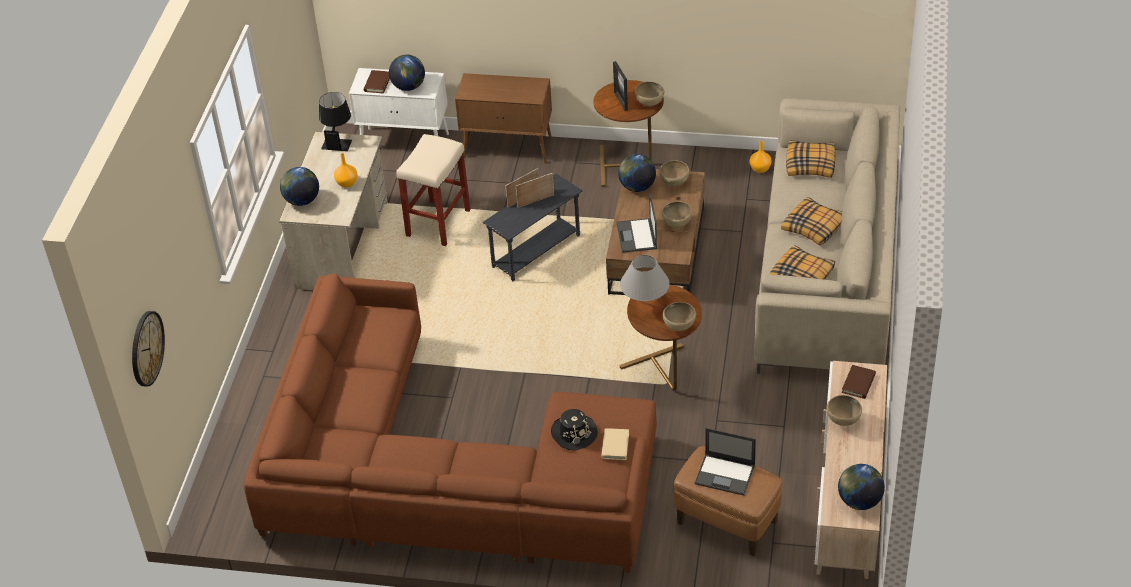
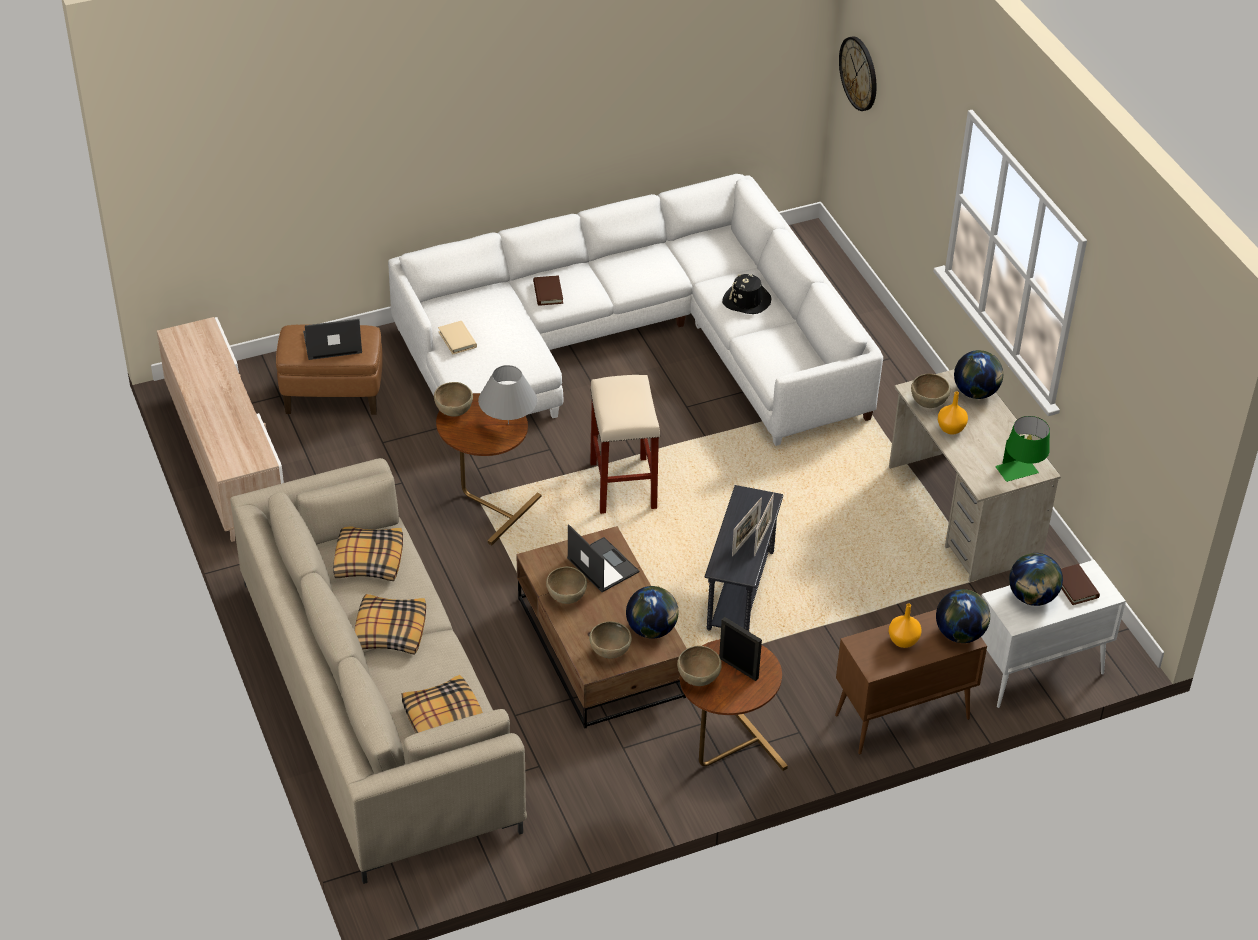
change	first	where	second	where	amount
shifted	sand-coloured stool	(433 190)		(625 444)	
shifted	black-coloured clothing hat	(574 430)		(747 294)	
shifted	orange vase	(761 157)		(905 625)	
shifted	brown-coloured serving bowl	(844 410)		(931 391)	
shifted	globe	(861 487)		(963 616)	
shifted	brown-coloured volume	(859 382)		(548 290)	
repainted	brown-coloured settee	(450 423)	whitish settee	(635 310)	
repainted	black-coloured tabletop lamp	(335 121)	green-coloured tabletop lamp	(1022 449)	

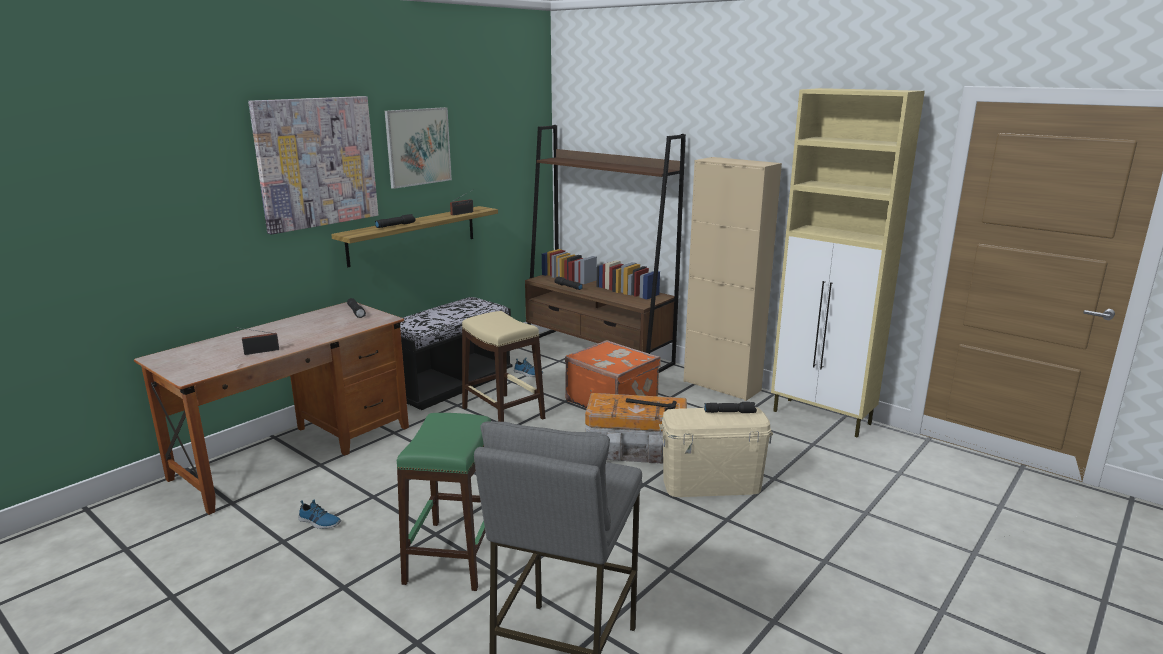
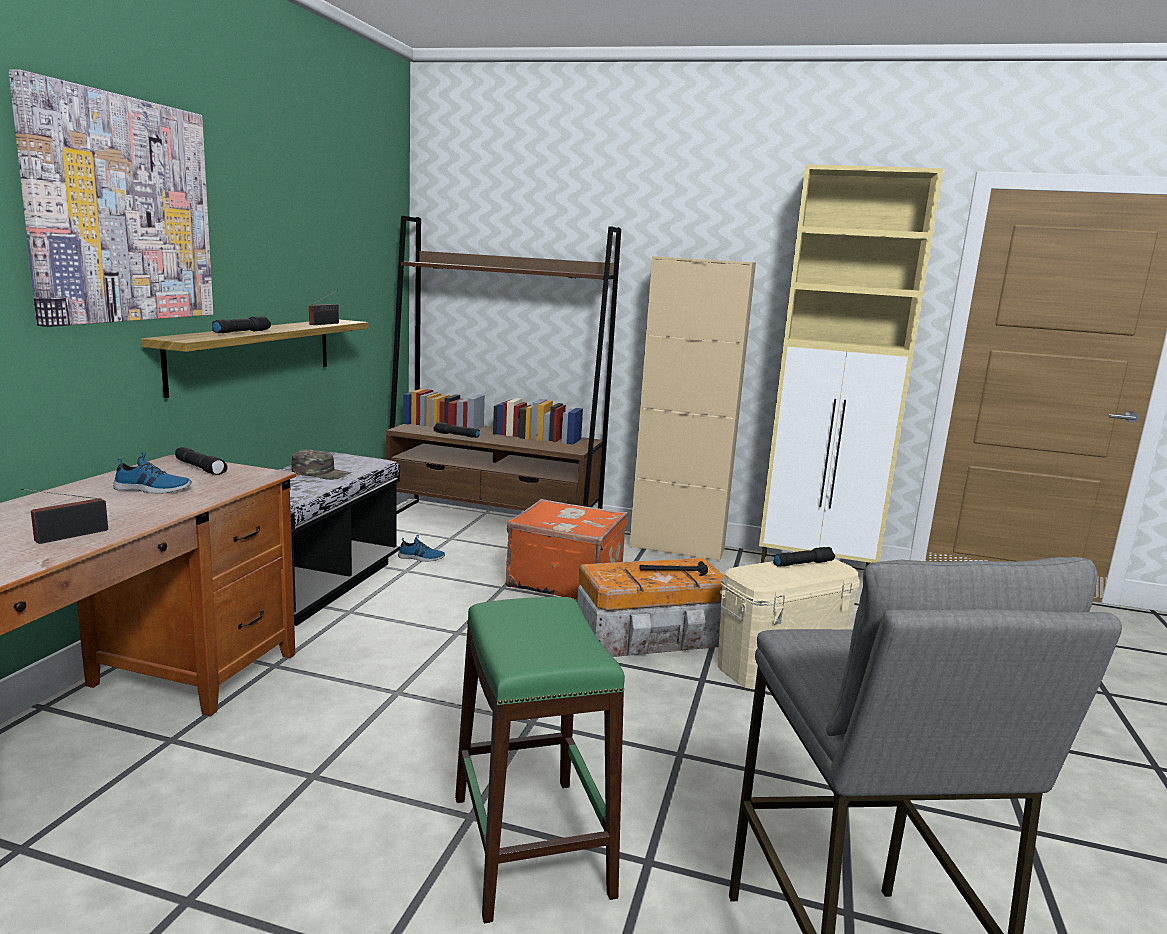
change	first	where	second	where	amount
gone	wall picture	(418 148)			
gone	sand-coloured stool	(503 366)			
new			green-coloured baseball cap	(321 464)	
shifted	shoe	(320 514)		(152 473)	

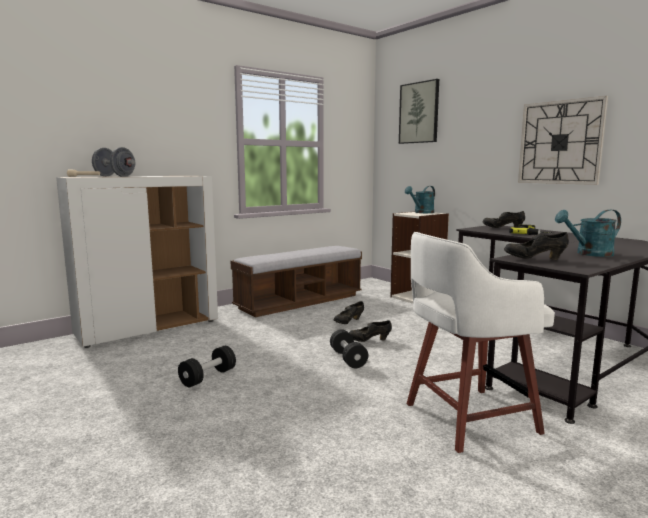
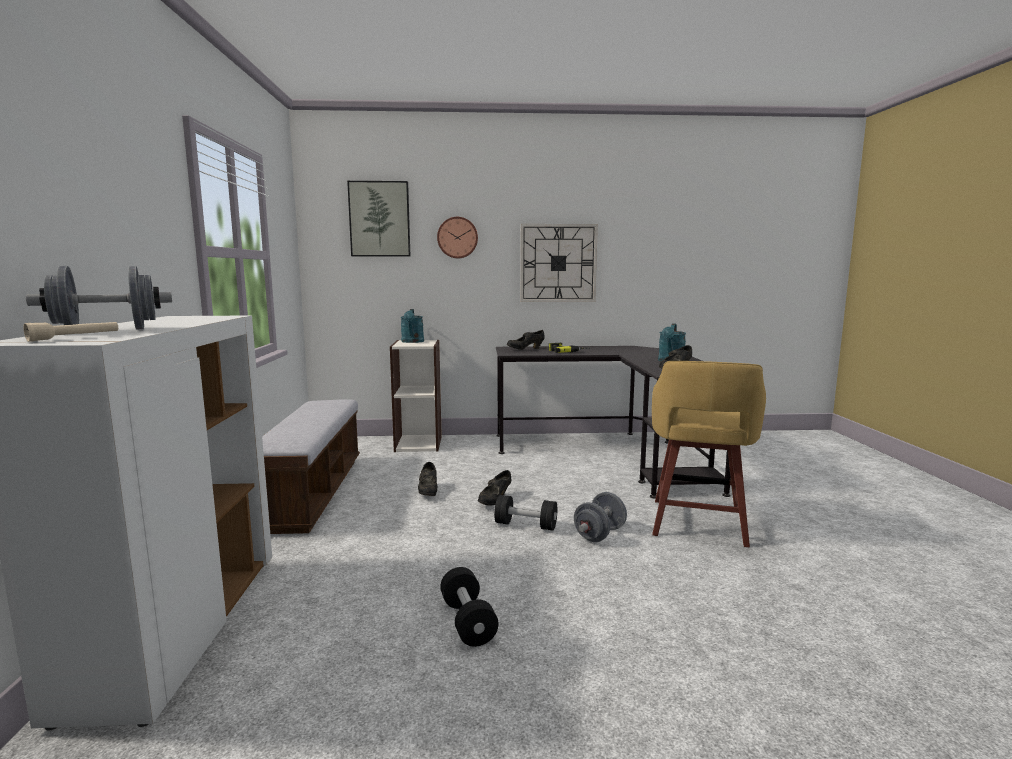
change	first	where	second	where	amount
new			hanging clock	(457 237)	
new			greyish hand weight	(600 517)	
repainted	whitish stool	(481 342)	yellow stool	(709 454)	

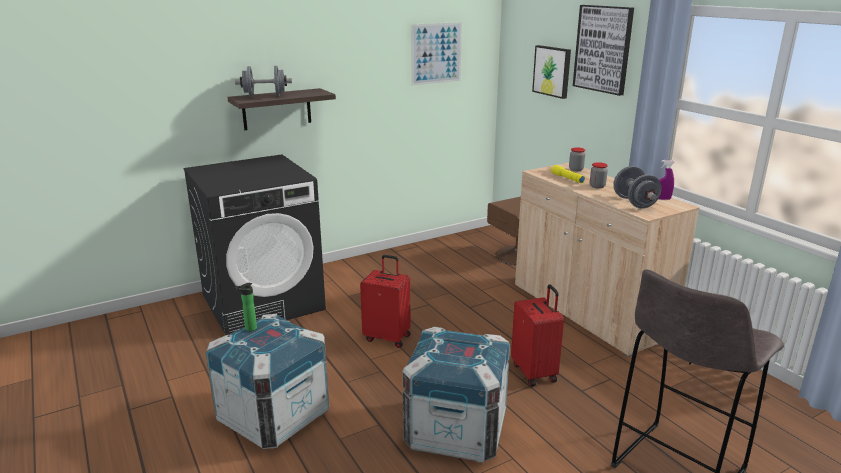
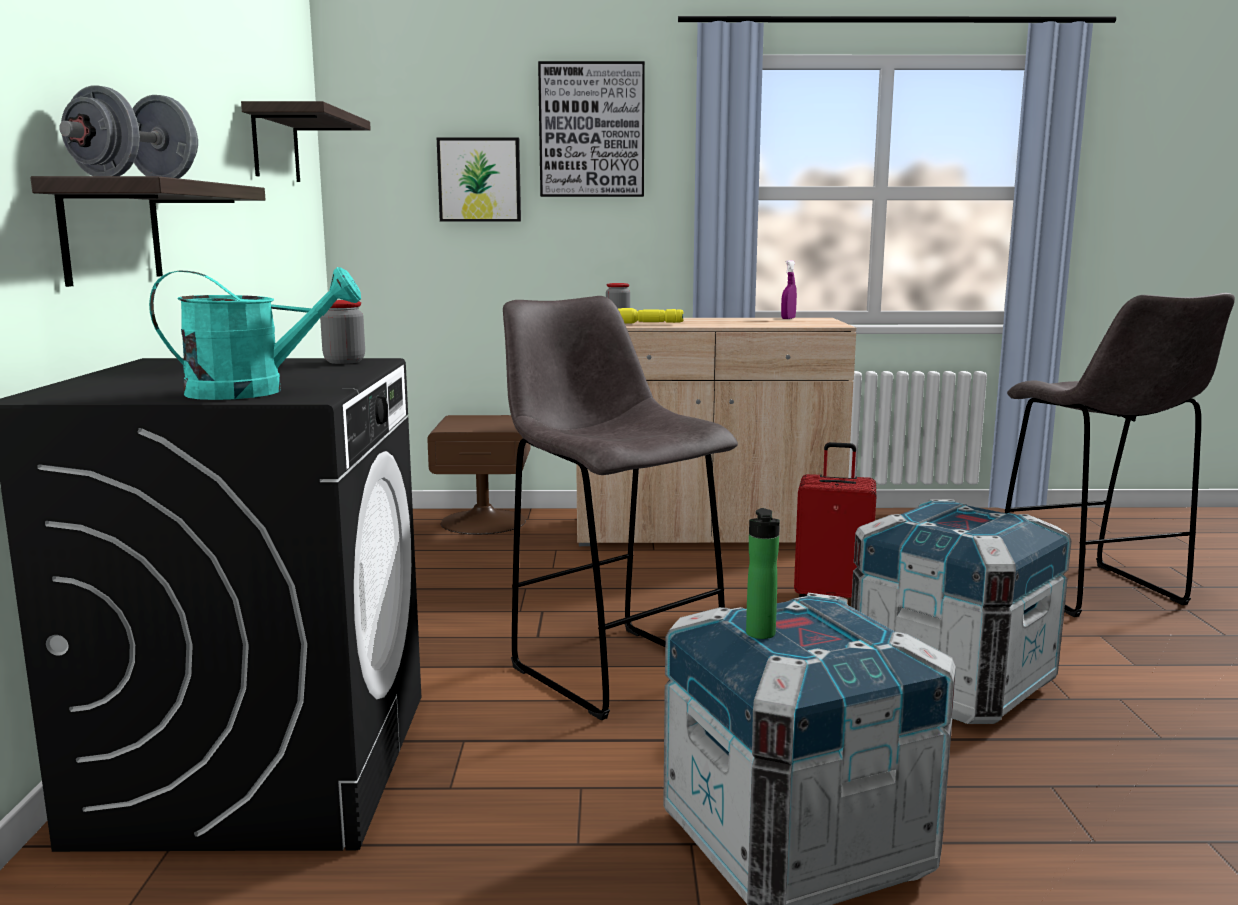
change	first	where	second	where	amount
gone	greyish hand weight	(637 187)			
new			turquoise sprinkling can	(255 333)	
shifted	storage jar	(599 175)		(342 332)	
swapped	reddish piece of luggage	(385 301)	greyish stool	(620 508)	
swapped	wall picture	(436 53)	wall shelf	(306 141)	

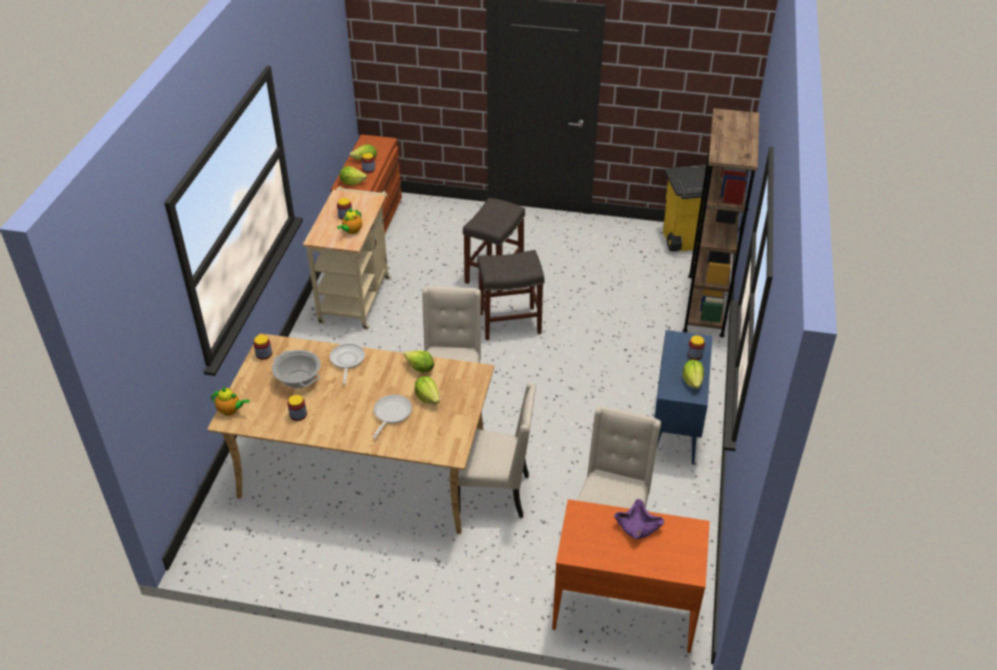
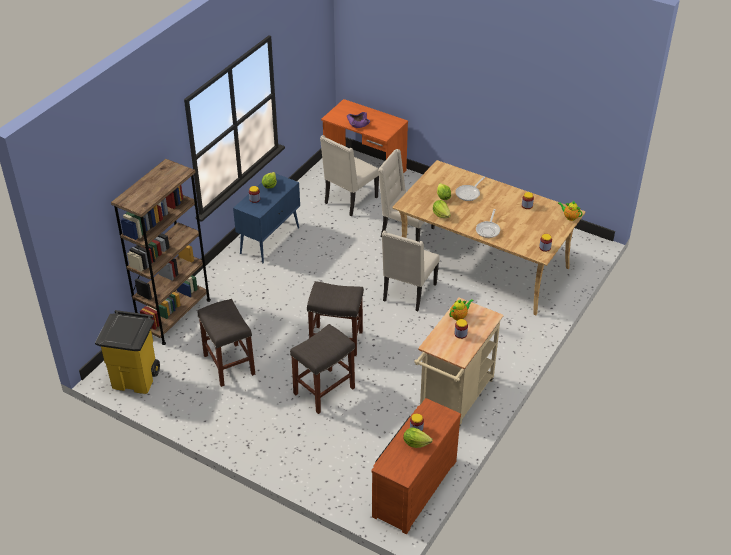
change	first	where	second	where	amount
gone	saucepot	(296 369)			
gone	head of lettuce	(353 175)			
new			greyish stool	(226 343)	

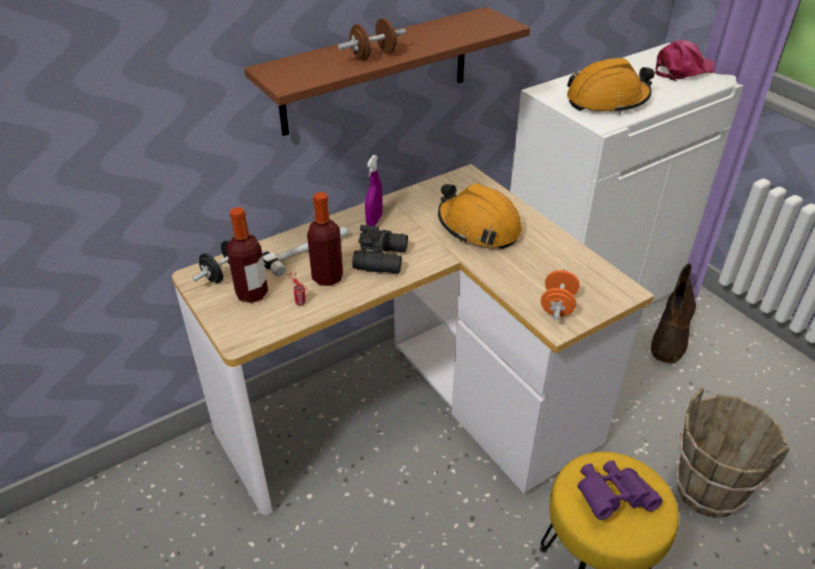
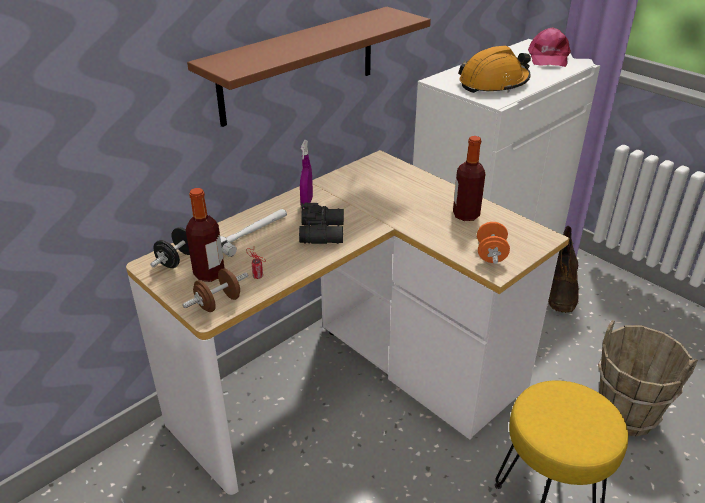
change	first	where	second	where	amount
gone	orange safety helmet	(480 216)			
gone	purple-coloured field glasses	(619 490)			
shifted	drink bottle	(325 239)		(469 178)	
shifted	brown-coloured hand weight	(372 39)		(215 290)	
rotated	pink baseball cap	(685 60)		(549 47)	135 degrees clockwise

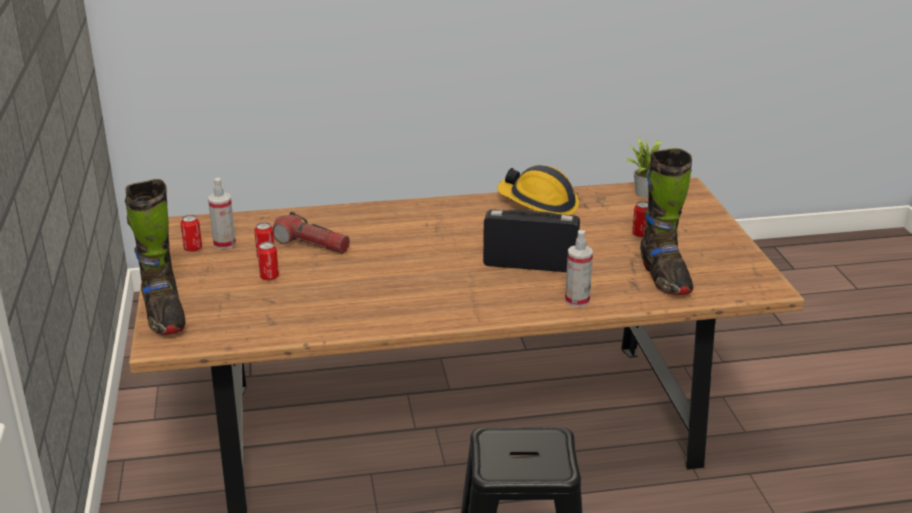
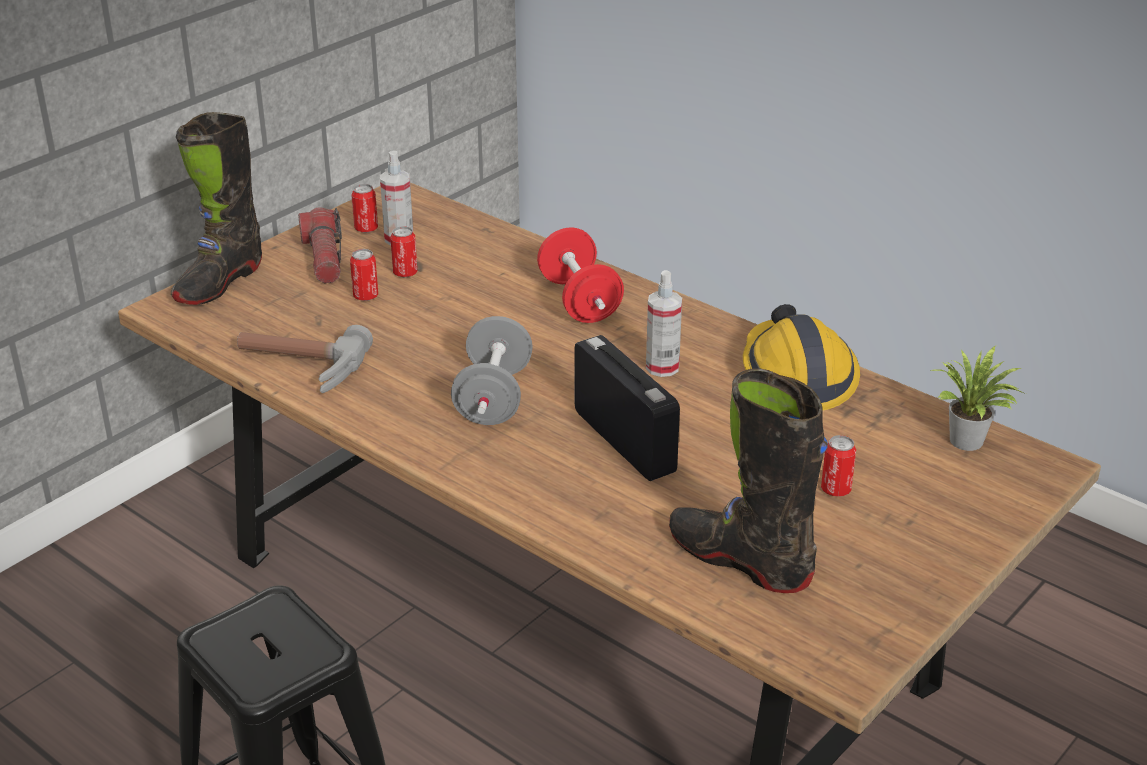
change	first	where	second	where	amount
new			hammer	(305 359)	
new			greyish hand weight	(492 370)	
new			reddish hand weight	(580 275)	
shifted	hand torch	(311 233)		(320 245)	
shifted	sprayer	(579 268)		(664 323)	
rotated	black-coloured high-top boot	(666 222)		(748 481)	90 degrees clockwise

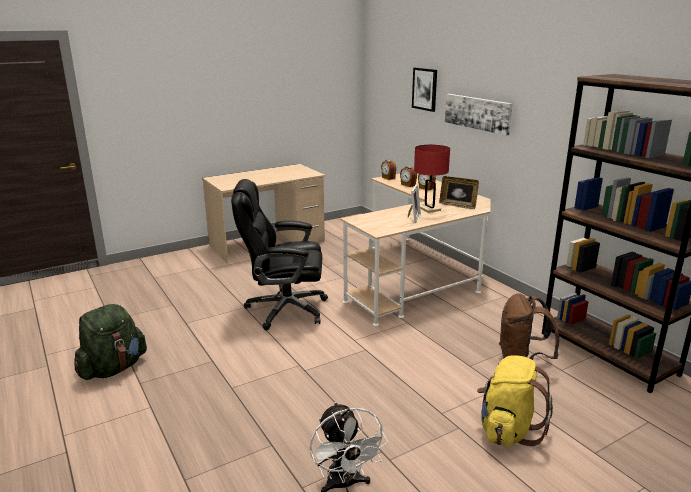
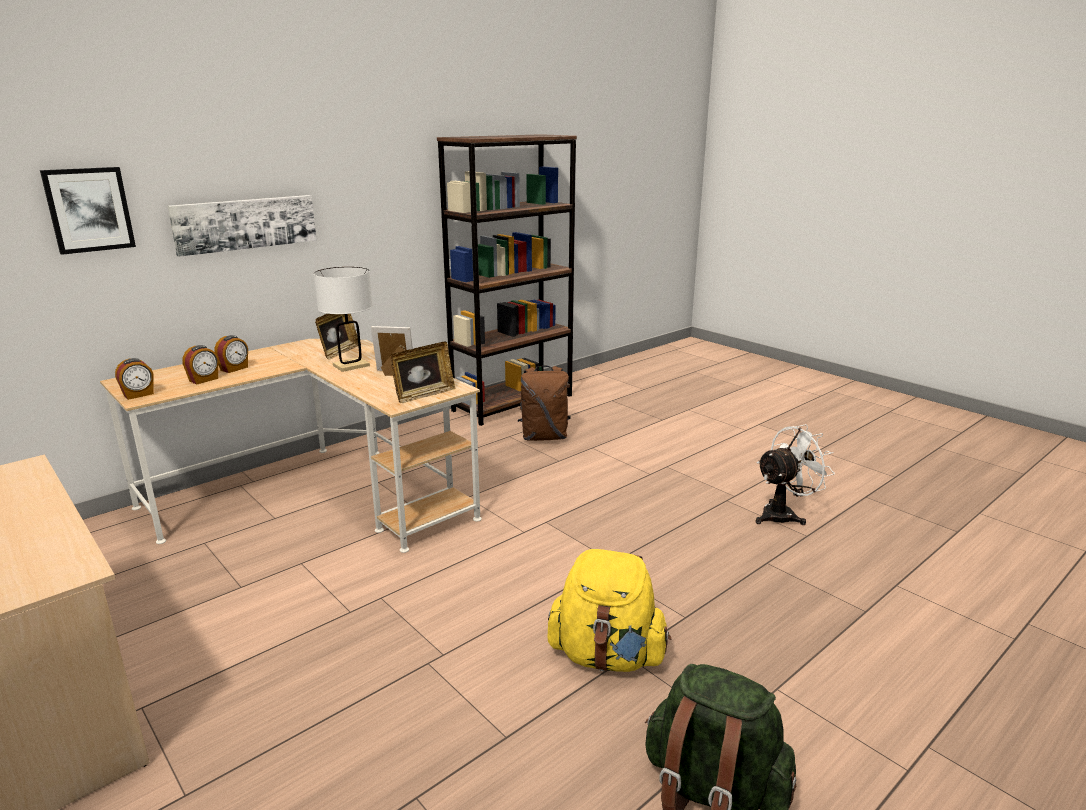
change	first	where	second	where	amount
gone	black-coloured desk chair	(279 254)			
new			standing frame	(423 372)	
shifted	yellow rucksack	(515 401)		(609 610)	
repainted	reddish tabletop lamp	(432 179)	whitish tabletop lamp	(343 319)	

